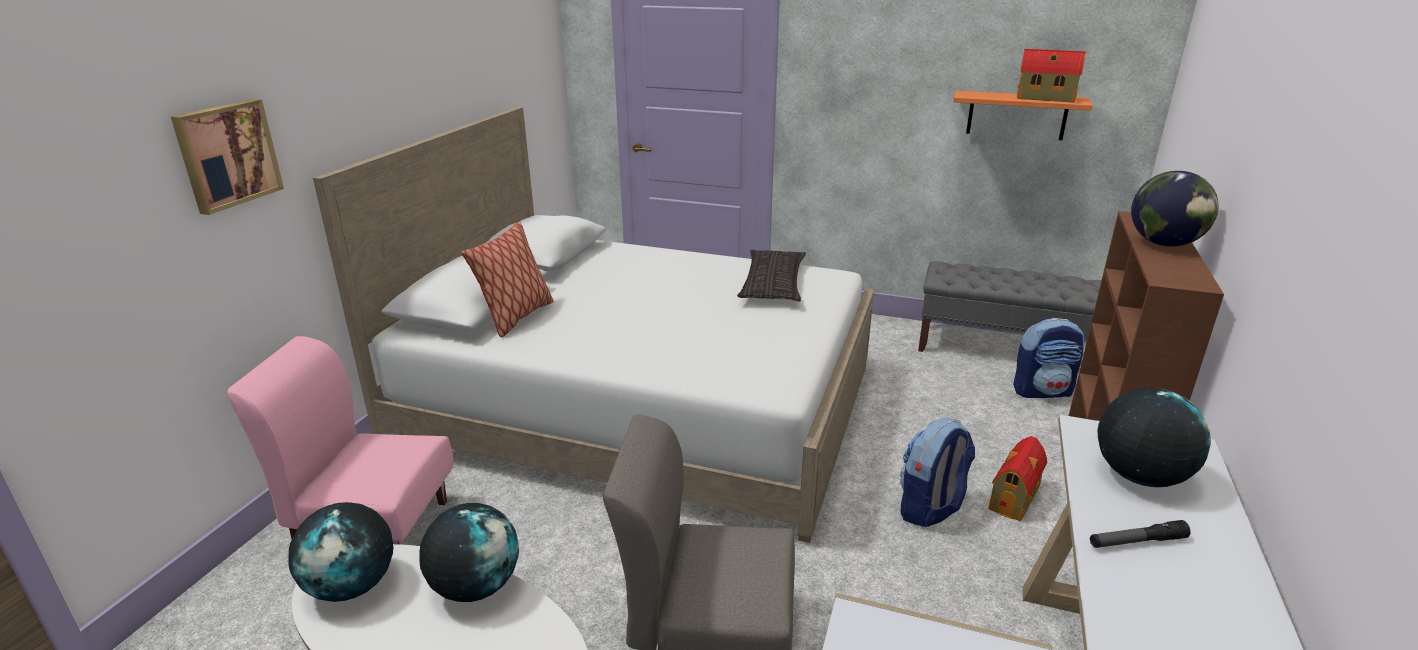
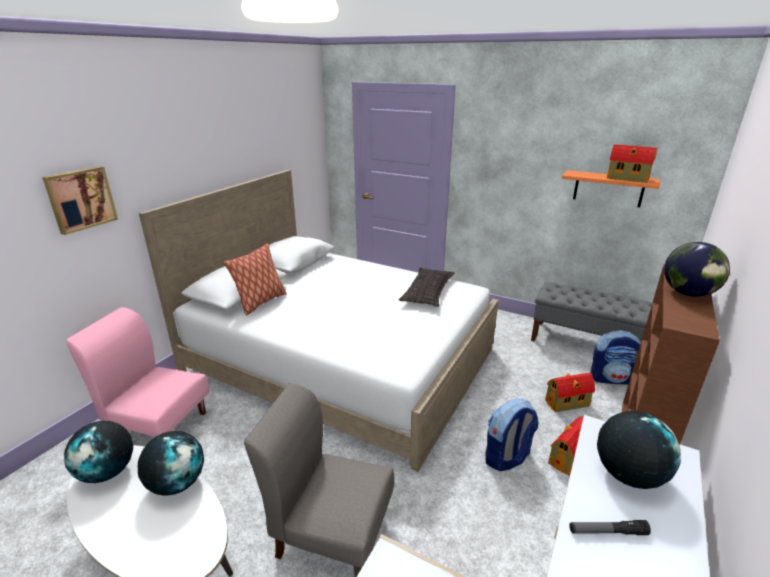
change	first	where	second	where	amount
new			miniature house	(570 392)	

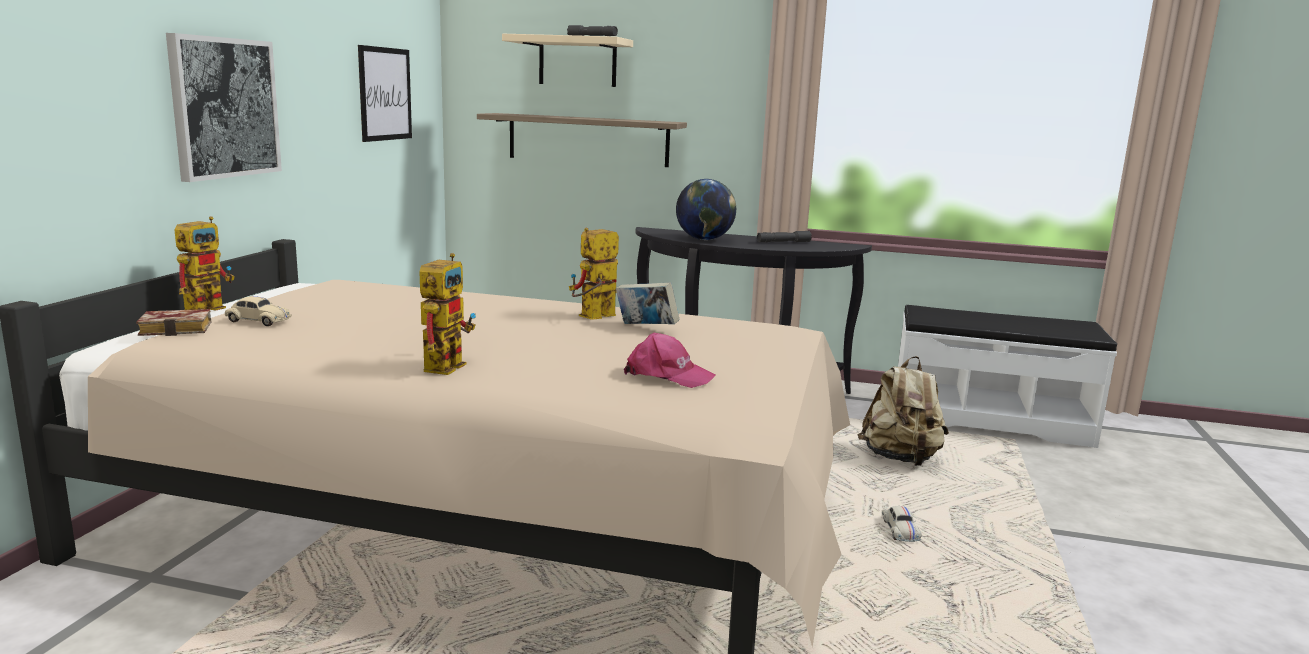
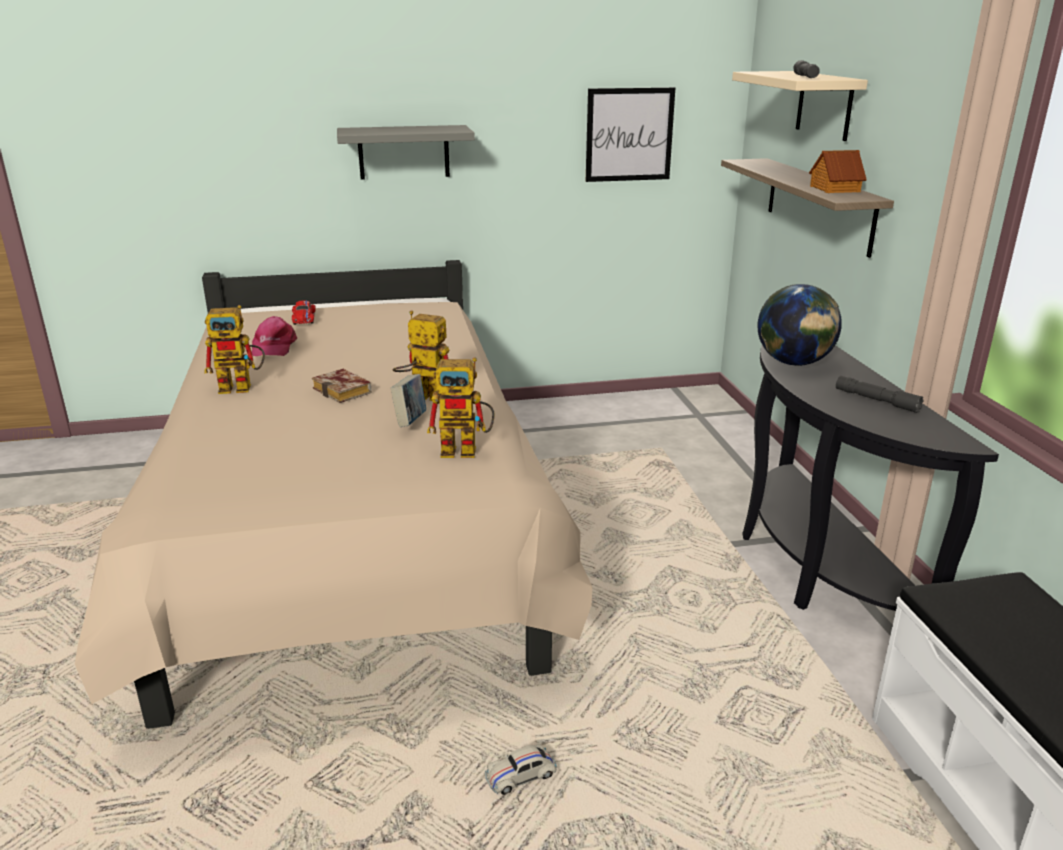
change	first	where	second	where	amount
gone	sand-coloured rucksack	(903 411)			
new			miniature house	(838 171)	
shifted	volume	(174 322)		(341 386)	
shifted	robot figure	(204 263)		(461 407)	
shifted	pink baseball cap	(670 360)		(274 336)	
swapped	wall picture	(224 107)	greyish wall shelf	(406 152)	
repainted	sand-coloured model car	(258 311)	reddish model car	(304 312)	

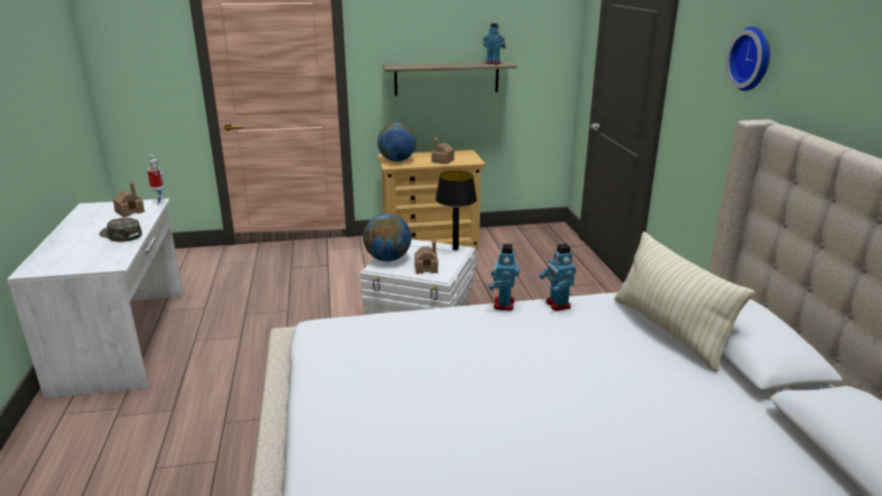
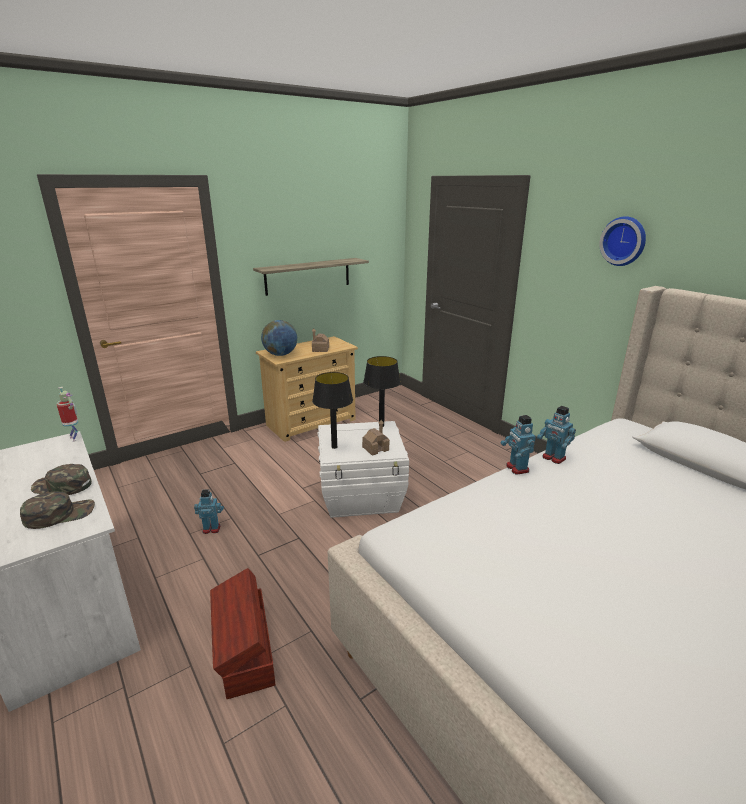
change	first	where	second	where	amount
gone	miniature house	(129 198)			
gone	sand-coloured pillow	(684 302)			
new			green-coloured baseball cap	(57 510)	
new			brown-coloured storage bin	(242 633)	
shifted	robot figure	(494 44)		(209 511)	
swapped	globe	(387 237)	black-coloured tabletop lamp	(332 410)	

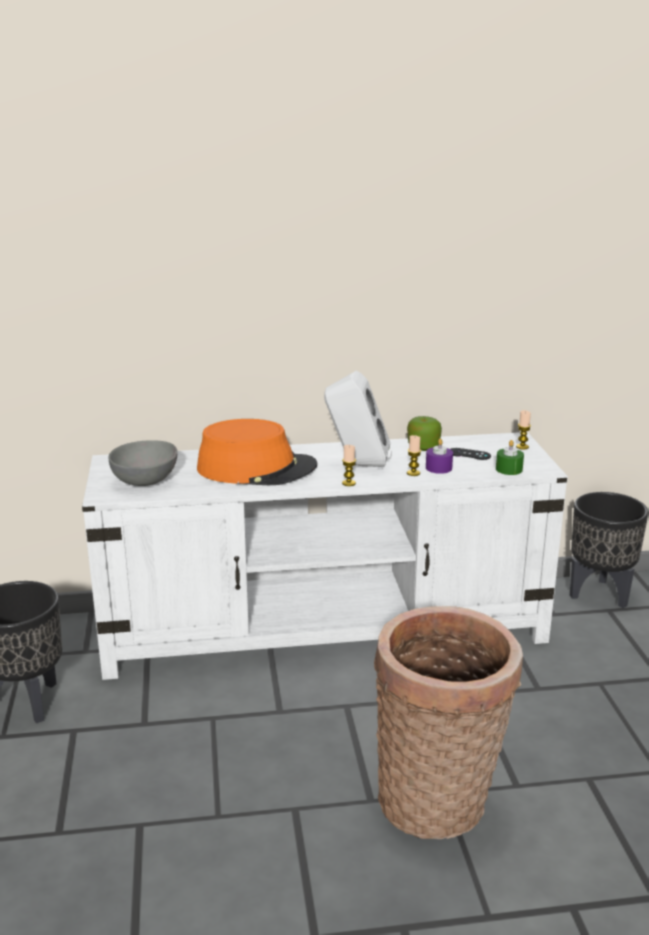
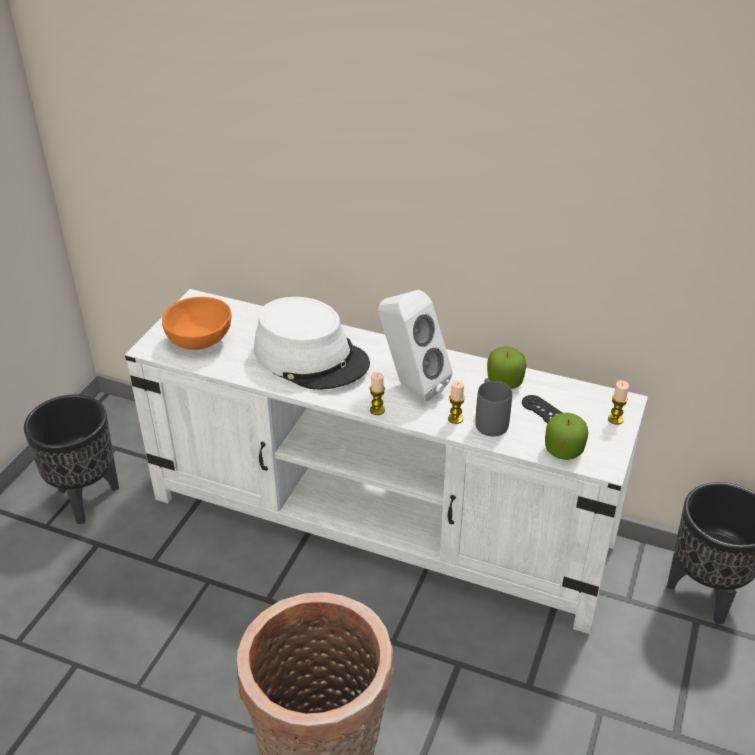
change	first	where	second	where	amount
swapped	purple-coloured candle	(439 456)	greyish coffee mug	(493 407)	
swapped	green-coloured candle	(510 457)	apple	(566 436)	
repainted	greyish serving bowl	(143 463)	orange serving bowl	(196 323)	
repainted	orange clothing hat	(257 452)	whitish clothing hat	(312 343)	

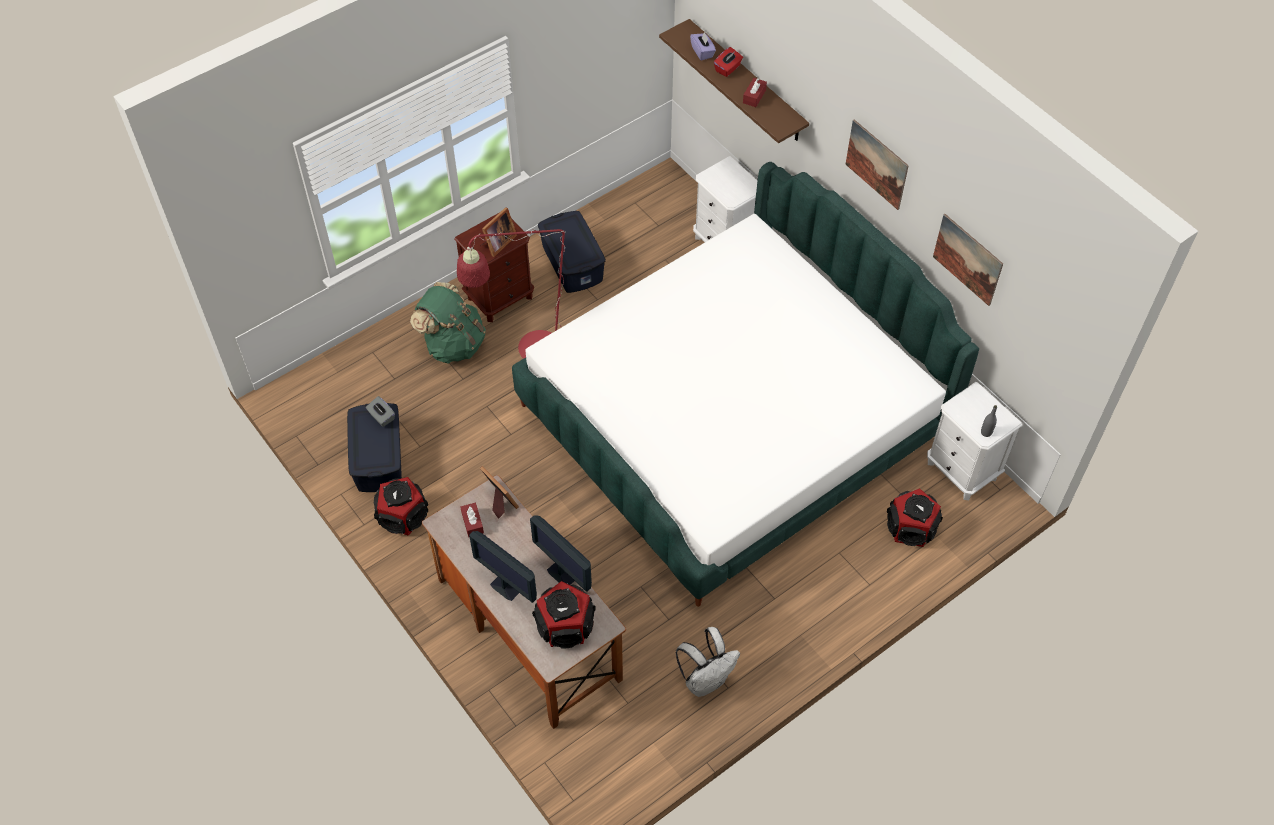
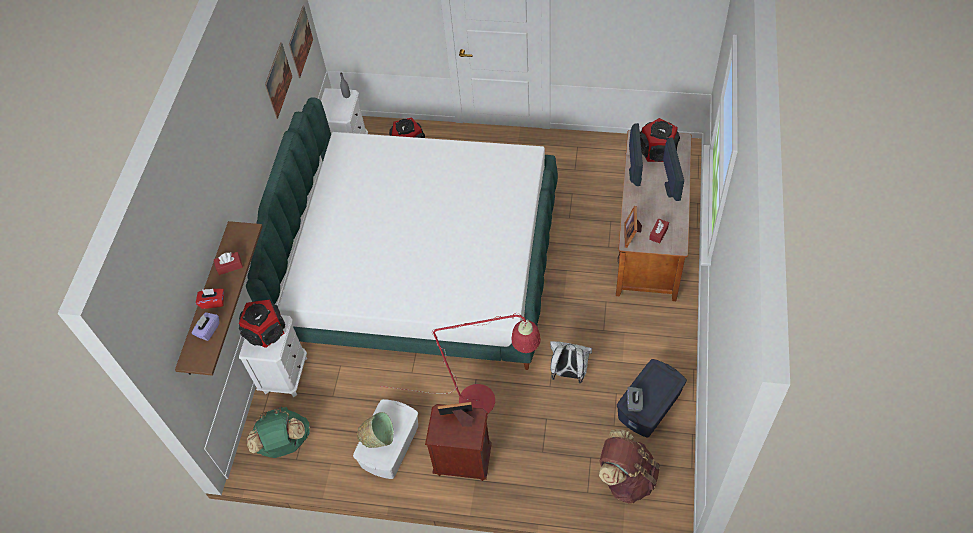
change	first	where	second	where	amount
new			green-coloured serving bowl	(375 430)	
new			brown-coloured rucksack	(629 466)	
shifted	loudspeaker	(401 506)		(262 324)	
shifted	green-coloured rucksack	(448 323)		(278 432)	
shifted	whitish rucksack	(708 662)		(571 362)	
shifted	wall picture	(877 165)		(301 42)	
repainted	bluish storage bin	(572 252)	whitish storage bin	(385 439)	

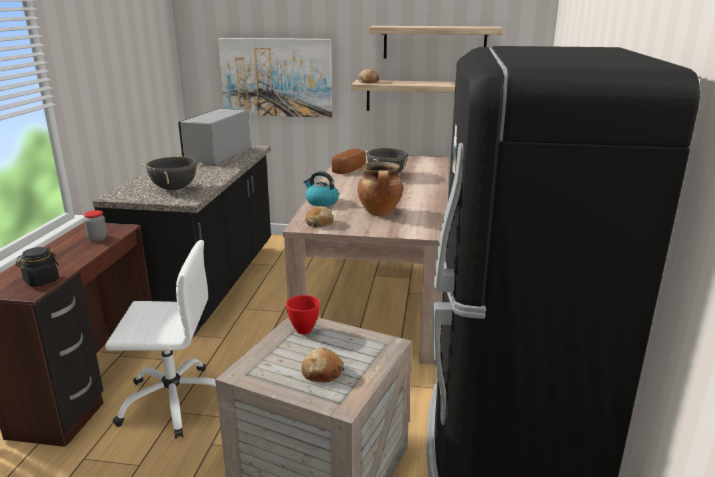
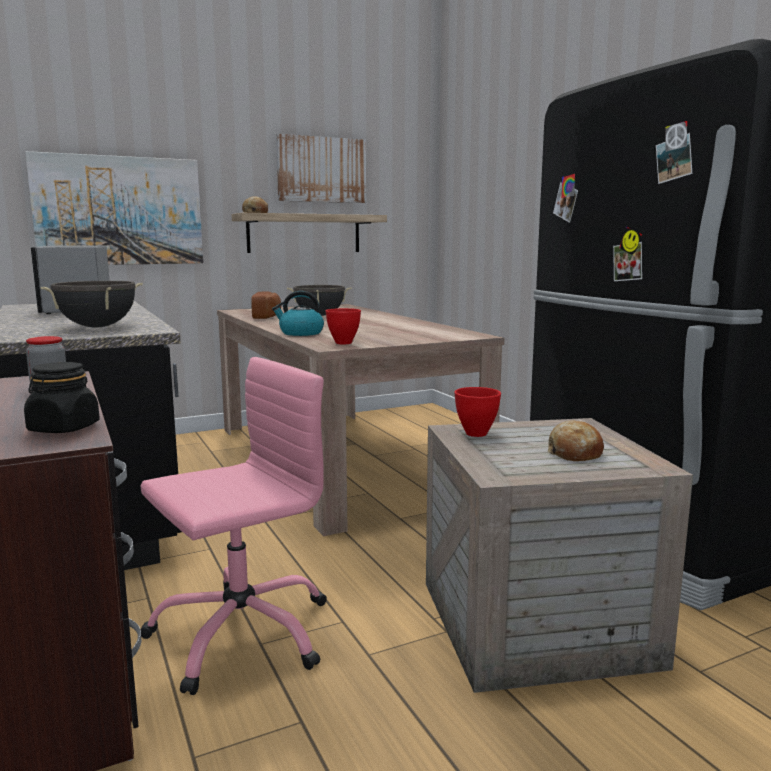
change	first	where	second	where	amount
gone	saucepot	(380 189)			
swapped	bread	(319 217)	reddish serving bowl	(343 326)	
swapped	wall shelf	(435 42)	wall picture	(321 168)	
repainted	whitish desk chair	(160 339)	pink desk chair	(233 526)	

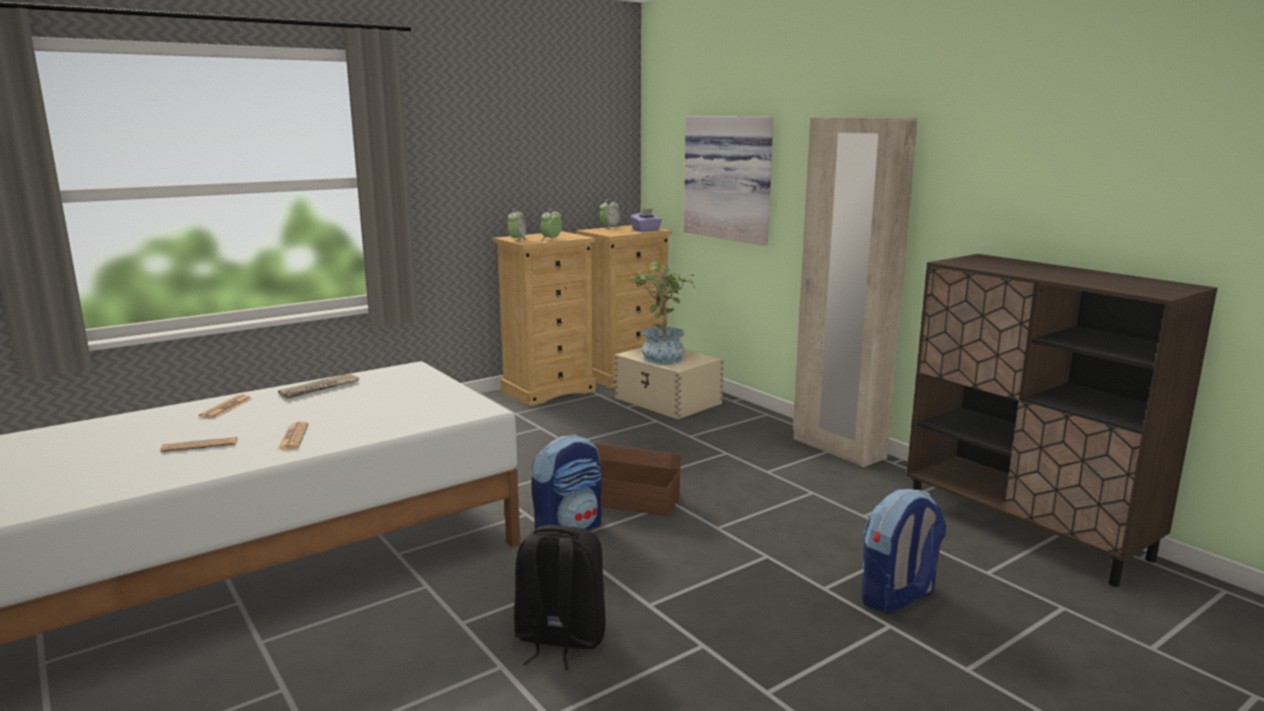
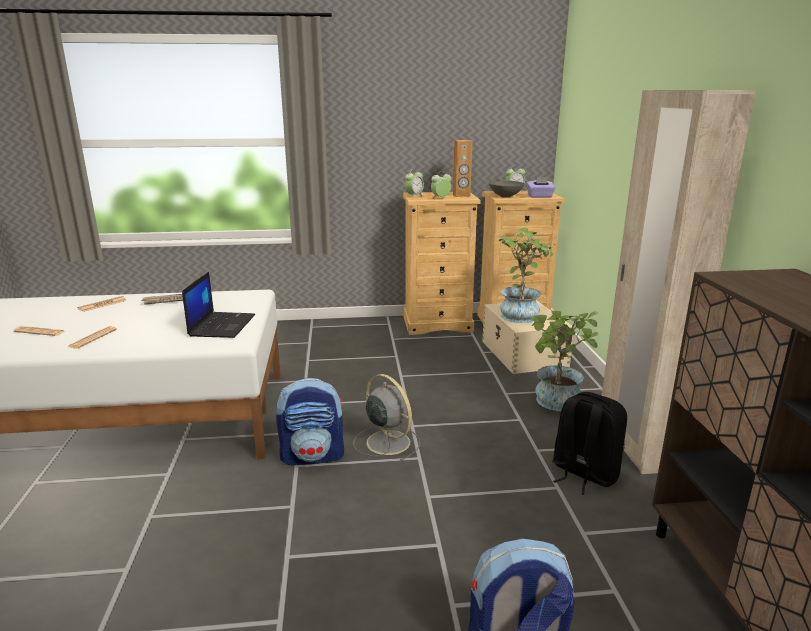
change	first	where	second	where	amount
gone	wall picture	(728 180)			
new			notebook computer	(218 305)	
new			brown-coloured loudspeaker	(462 168)	
new			greyish serving bowl	(506 189)	
new			potted plant	(565 361)	
shifted	black-coloured rucksack	(560 597)		(589 443)	
swapped	brown-coloured storage bin	(637 479)	greyish fan	(387 417)	

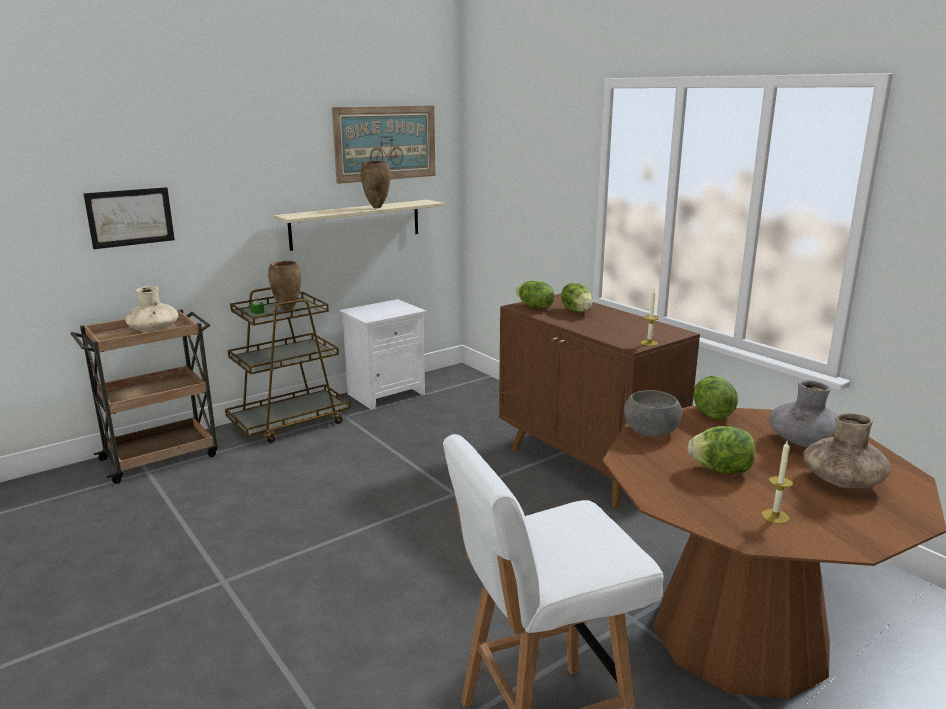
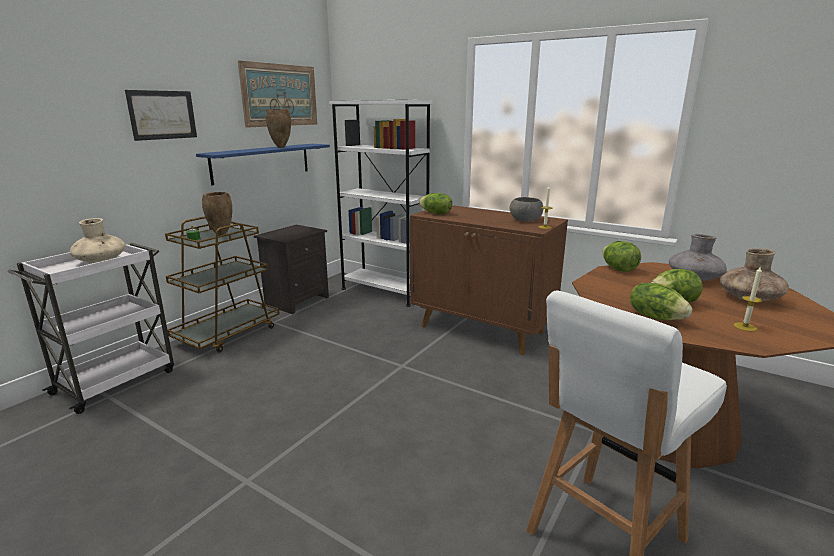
change	first	where	second	where	amount
new			whitish bookshelf	(381 203)	
shifted	wall picture	(129 218)		(161 115)	
shifted	head of lettuce	(577 297)		(661 301)	
shifted	greyish serving bowl	(653 413)		(526 209)	
repainted	brown-coloured trolley	(144 396)	whitish trolley	(90 328)	
repainted	sand-coloured wall shelf	(359 225)	bluish wall shelf	(263 164)	
repainted	whitish night table	(382 354)	black-coloured night table	(291 269)	

